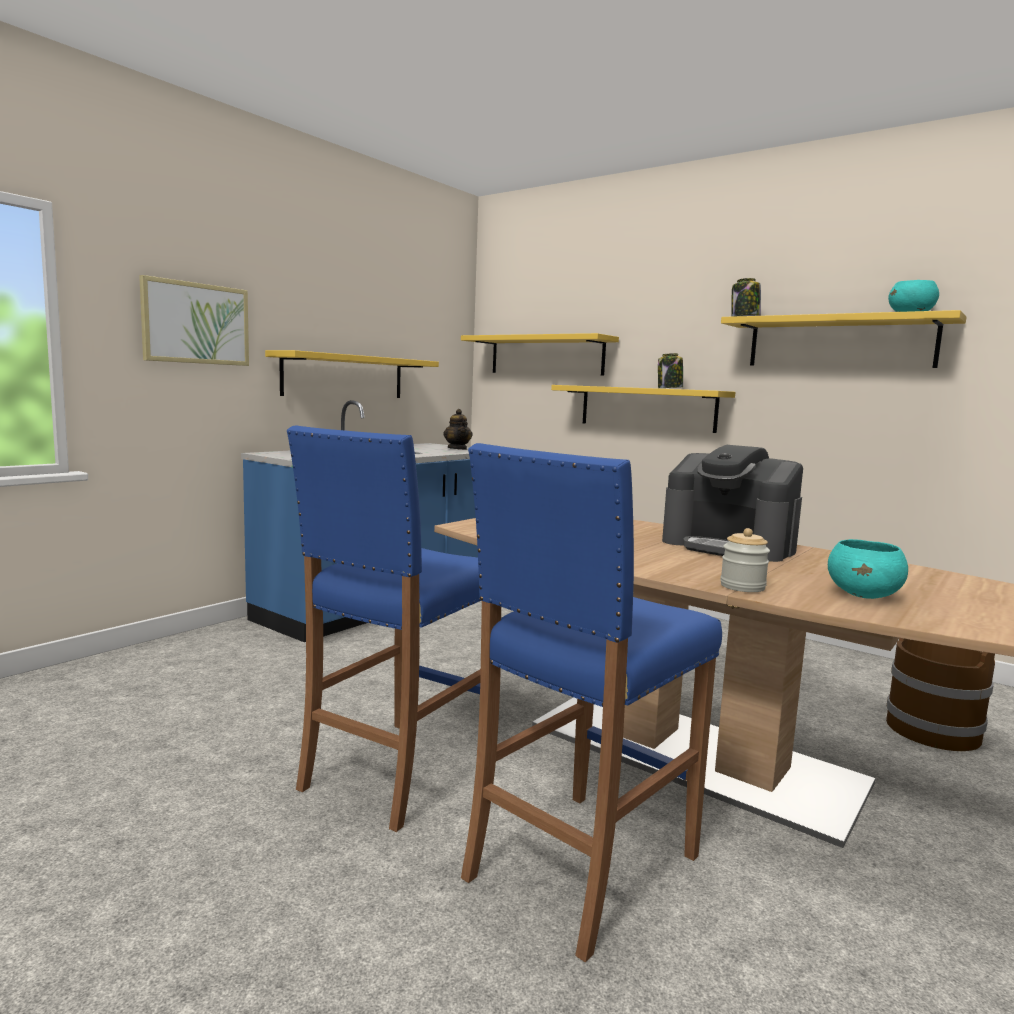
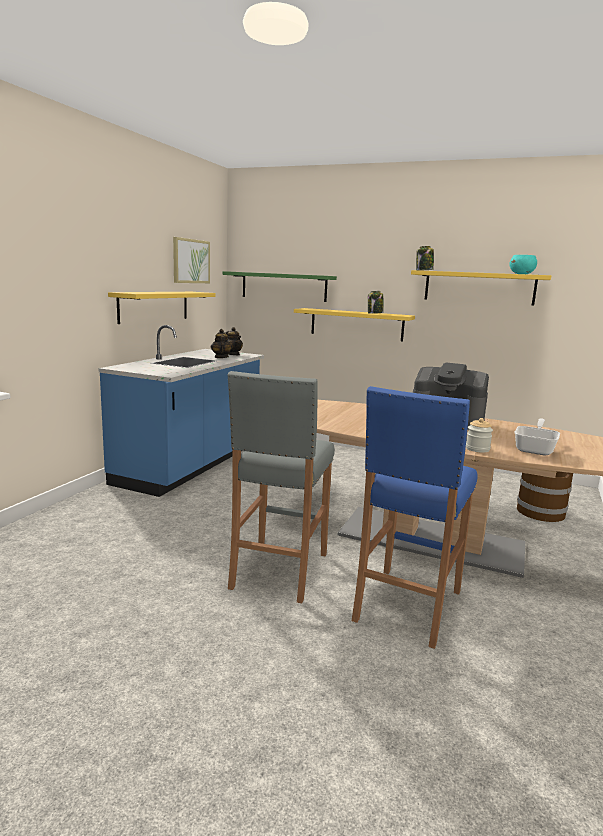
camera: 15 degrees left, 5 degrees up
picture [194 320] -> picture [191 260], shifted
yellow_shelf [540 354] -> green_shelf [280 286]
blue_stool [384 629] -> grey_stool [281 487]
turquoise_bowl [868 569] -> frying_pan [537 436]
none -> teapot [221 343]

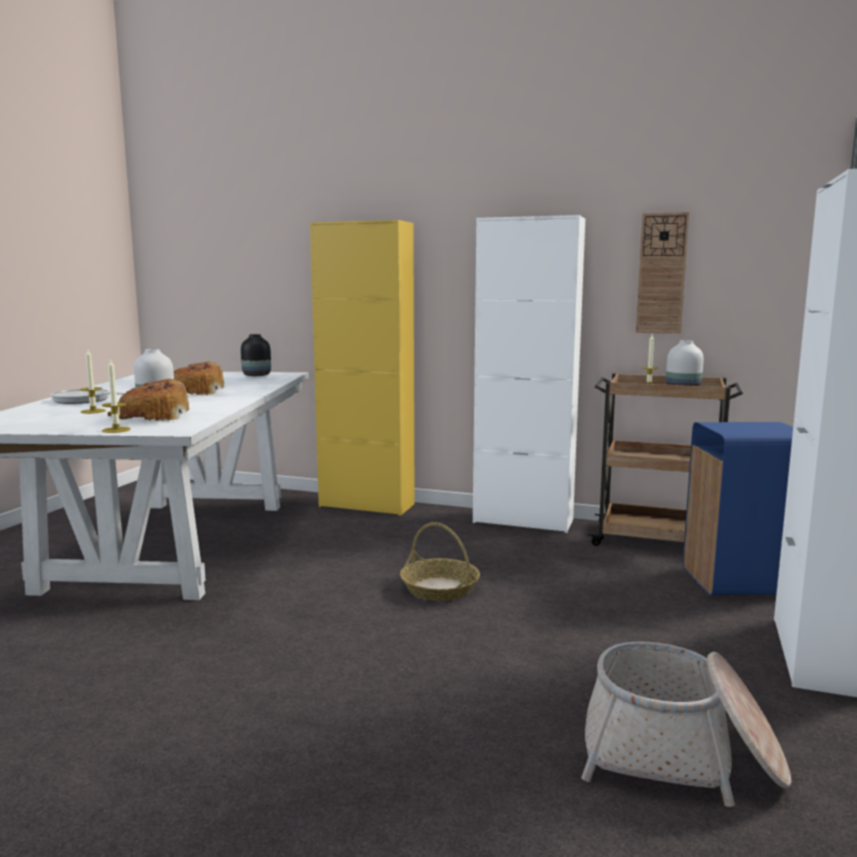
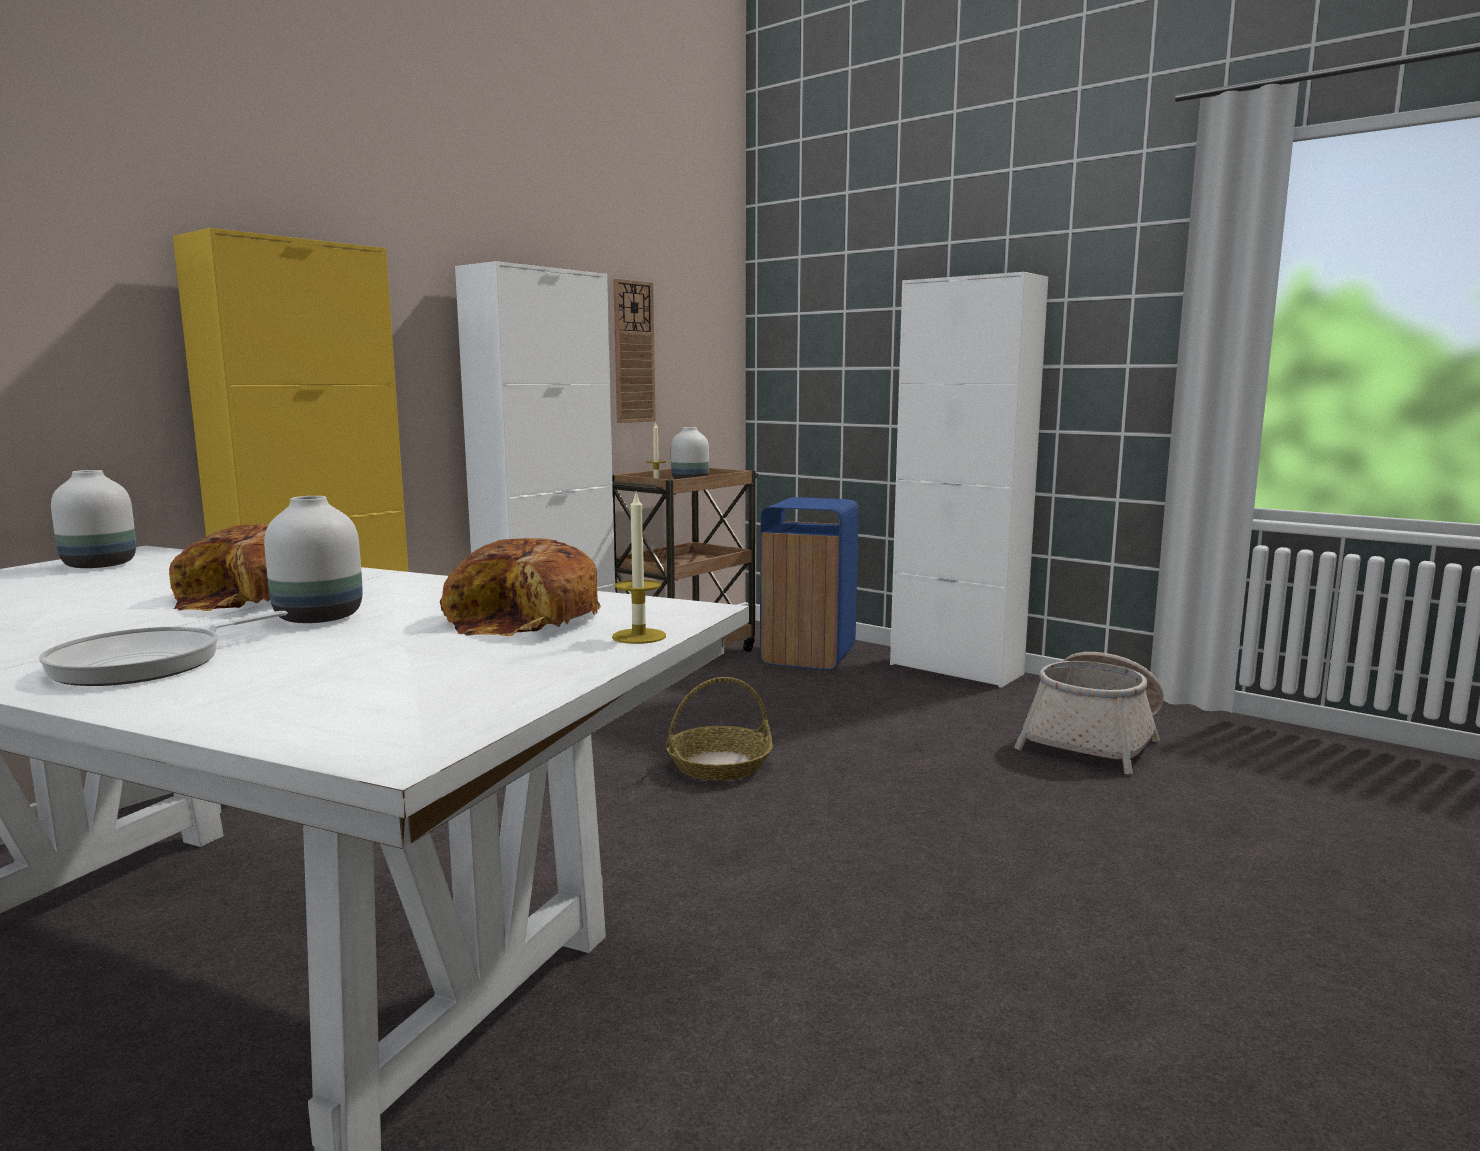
camera: 70 degrees left, 0 degrees up
black_vase [256 355] -> white_vase [93 519]
candle [93 382] -> none

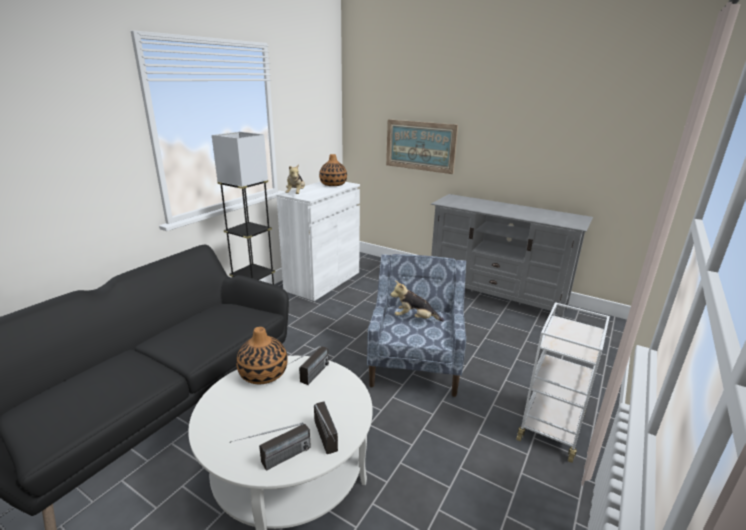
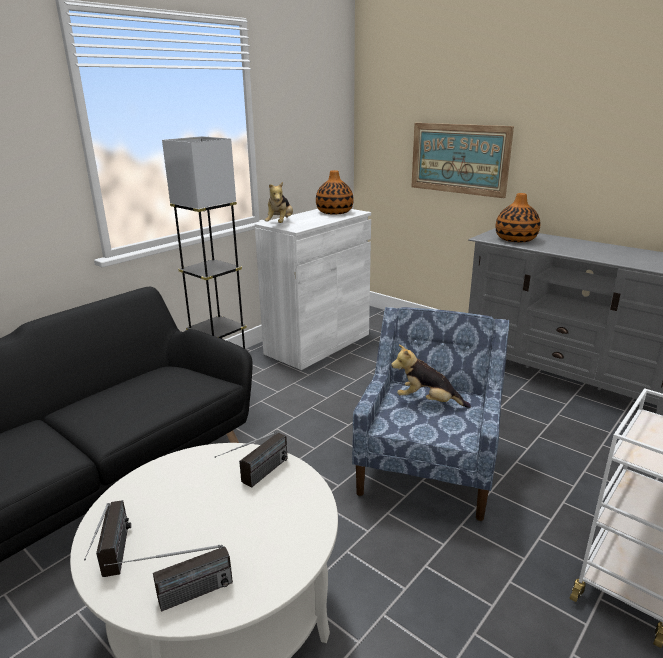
camera: 10 degrees right, 0 degrees up
vase [262 355] -> vase [518 217], shifted
radio [326 427] -> radio [107 538], shifted

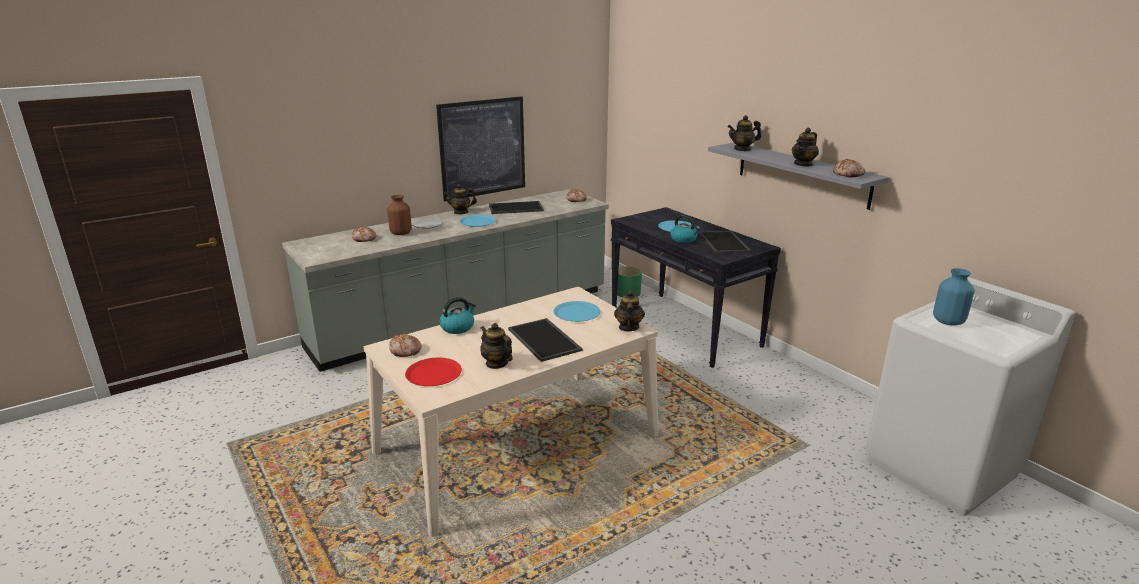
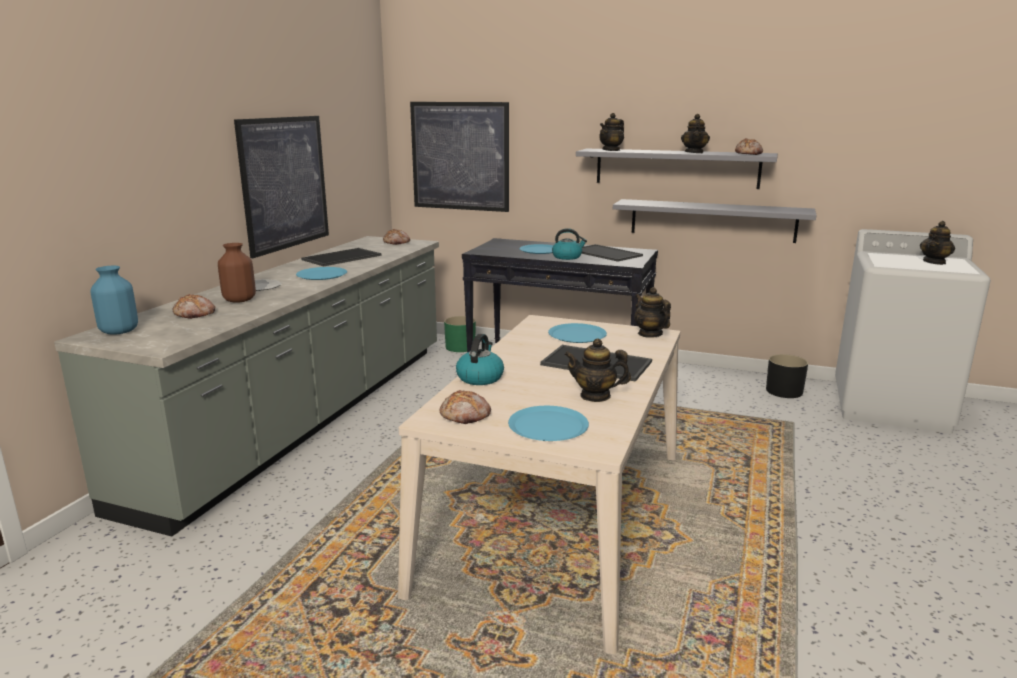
camera: 35 degrees left, 5 degrees down
teapot [460 199] -> teapot [937 243], shifted
blue_vase [954 297] -> blue_vase [114 300], shifted
red_plate [433 372] -> blue_plate [548 423]
none -> picture [459 157]
none -> grey_shelf [715 221]
none -> black_planter [787 376]

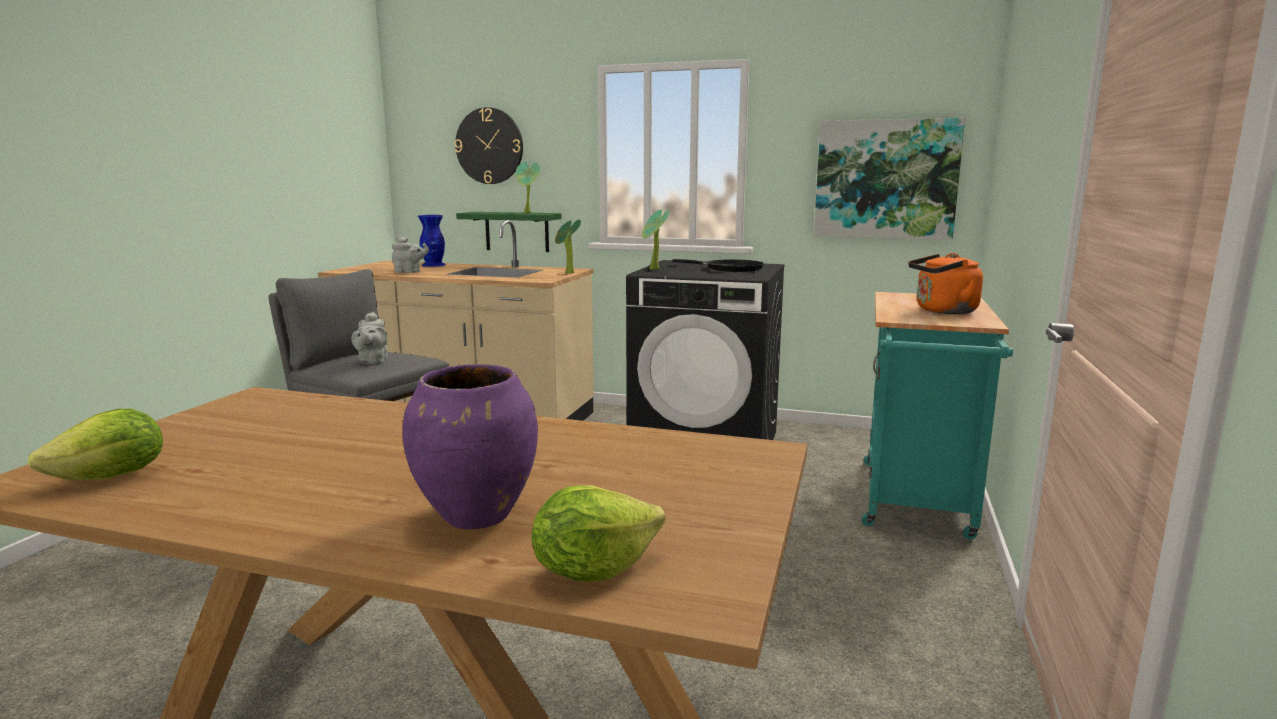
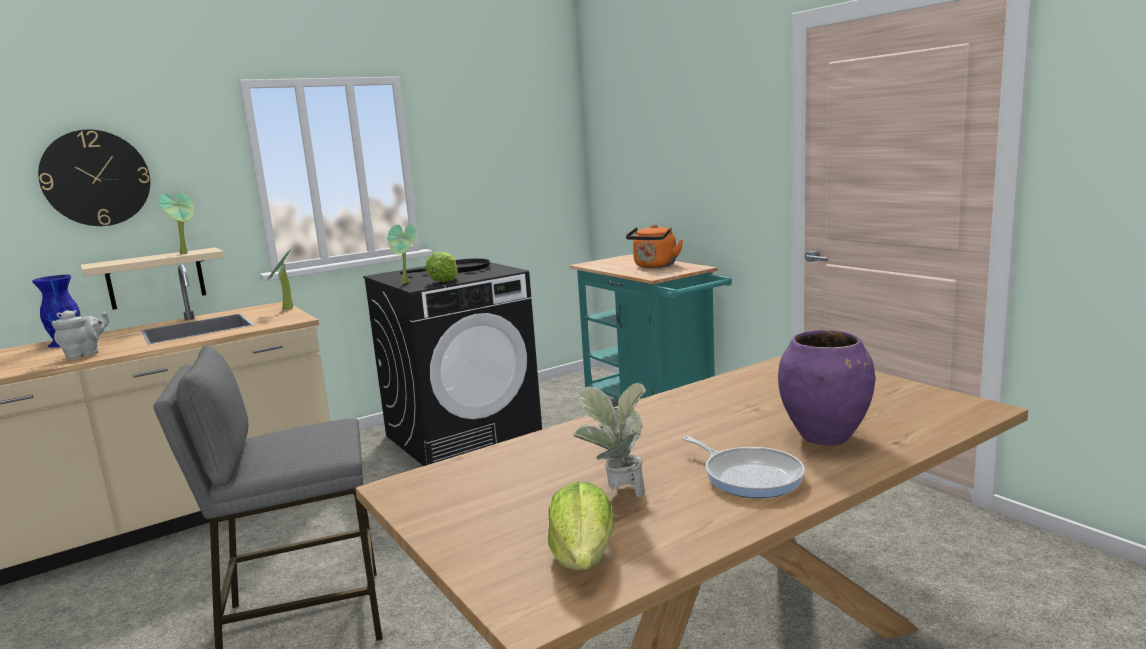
camera: 50 degrees left, 0 degrees up
picture [889 179] -> none
green_shelf [509 232] -> beige_shelf [152 279]
grey_teapot [370 338] -> none
lettuce [598 533] -> lettuce [441 267], shifted
none -> potted_plant [609 440]
none -> frying_pan [743 467]

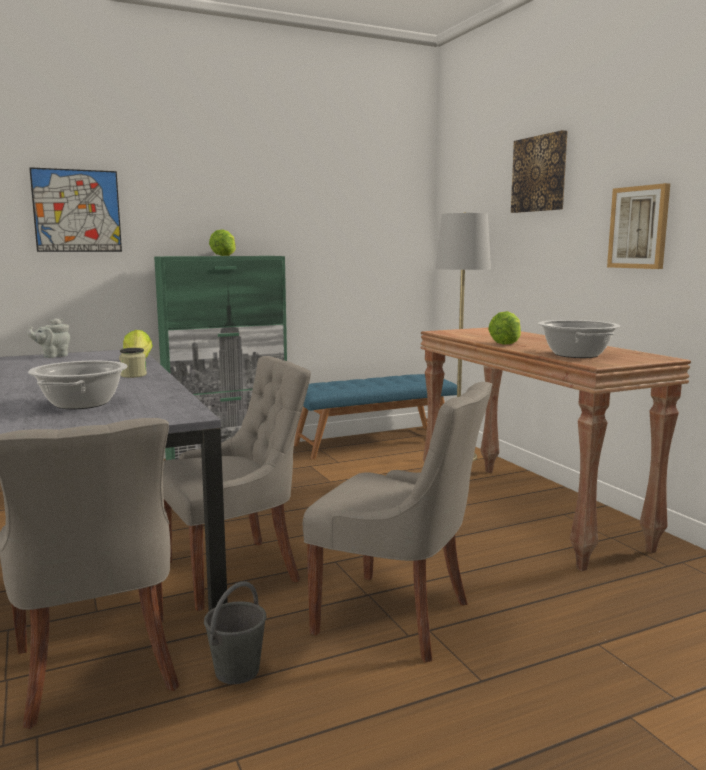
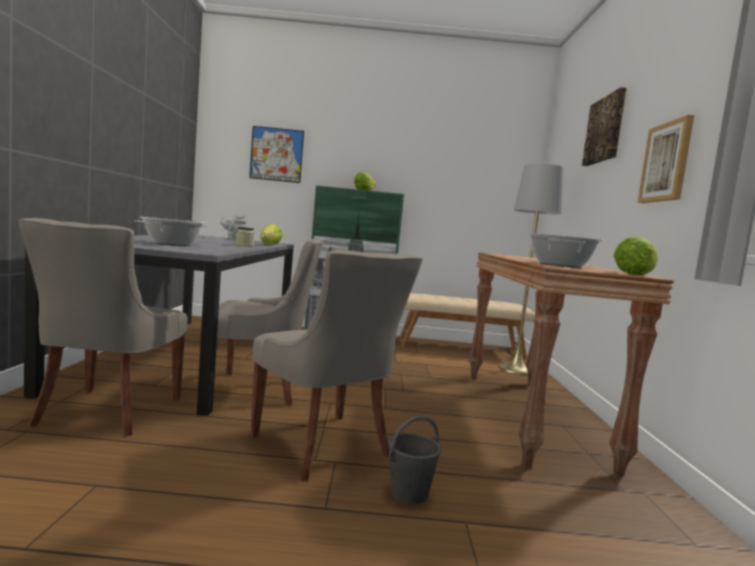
camera: 25 degrees right, 5 degrees down
lettuce [504 328] -> lettuce [636 256], shifted
blue_bench [375 416] -> beige_bench [467 326]
grey_bucket [235 632] -> grey_bucket [414 459], shifted

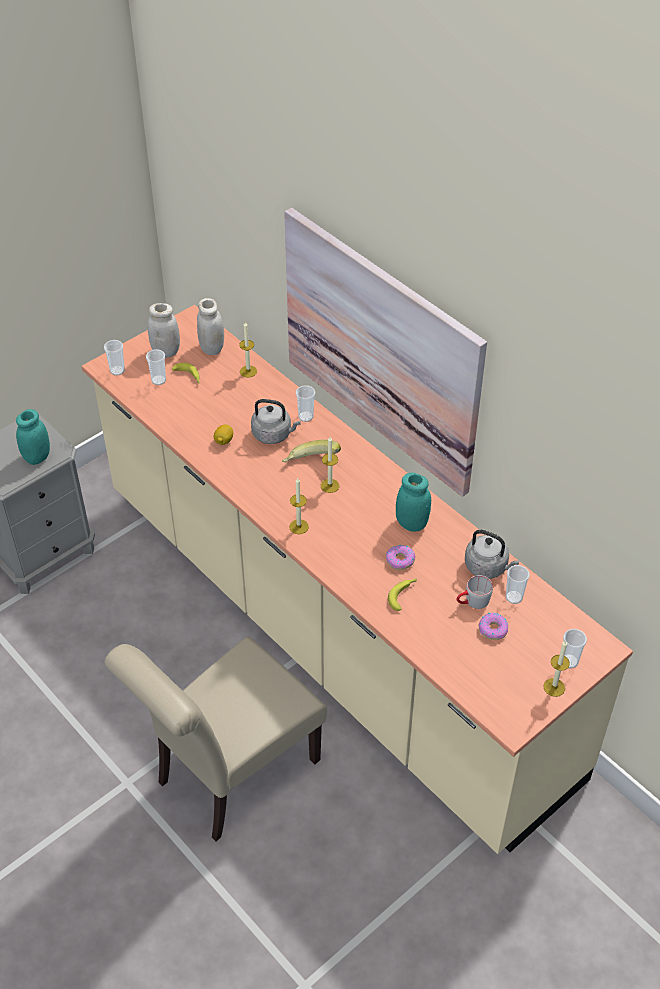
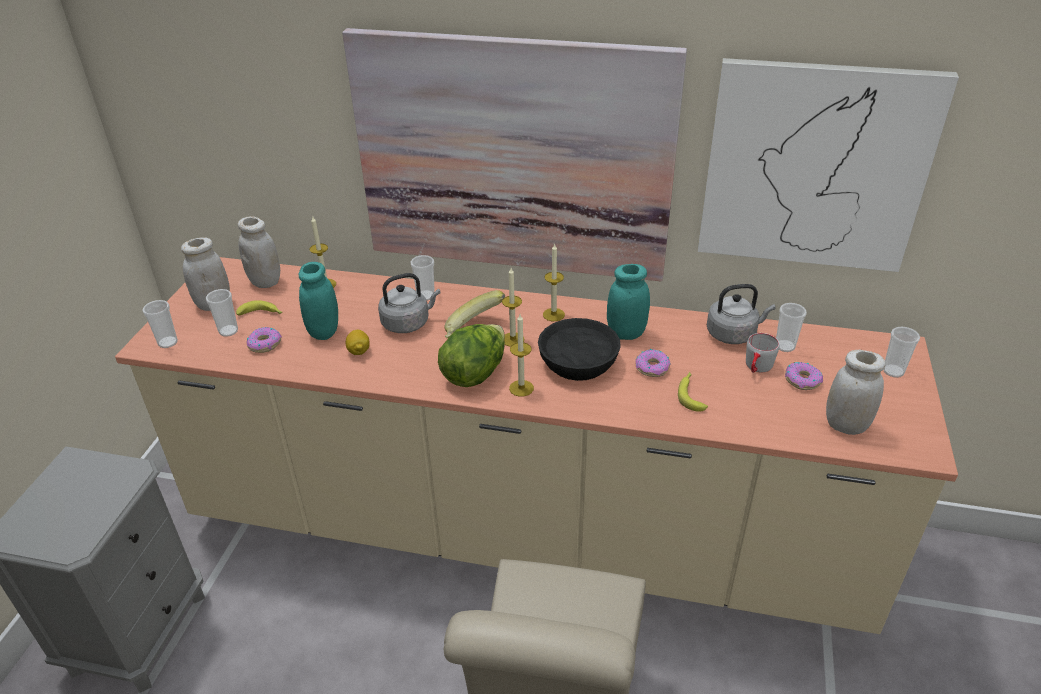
camera: 35 degrees left, 10 degrees down
turquoise_jar [33 437] -> turquoise_jar [318 301], shifted
candle [557 668] -> candle [554 282], shifted
none -> picture [828 165]
none -> black_bowl [579 349]
none -> lettuce [471 355]
none -> donut [264 340]
none -> white_jar [856 392]

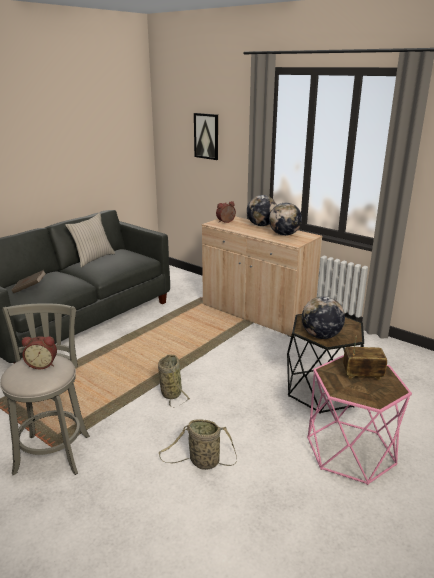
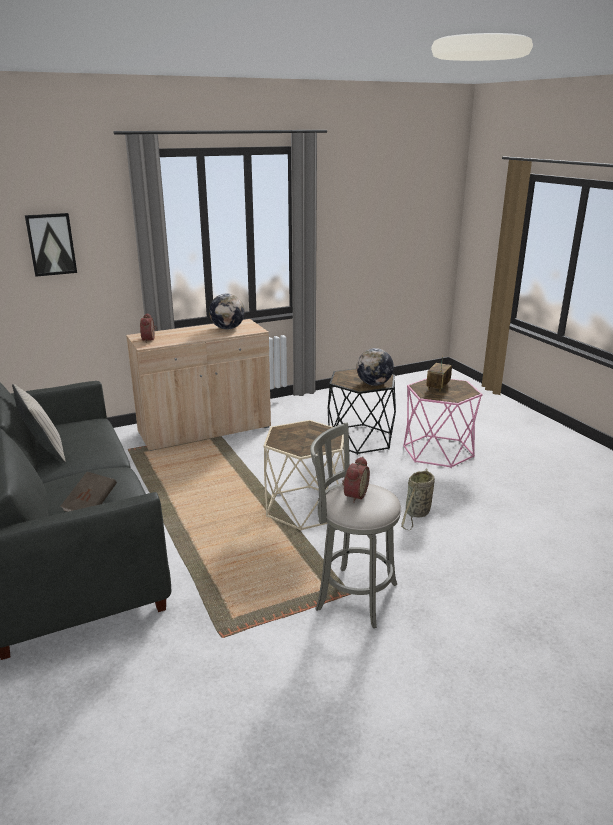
camera: 65 degrees left, 0 degrees up
globe [262 210] -> none
basket [174 381] -> beige_side_table [303 475]

